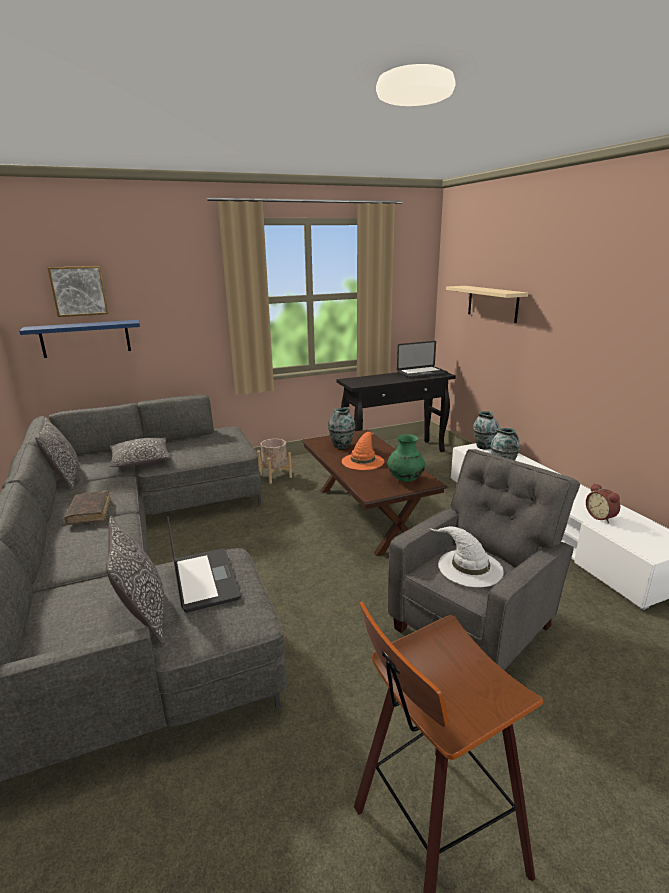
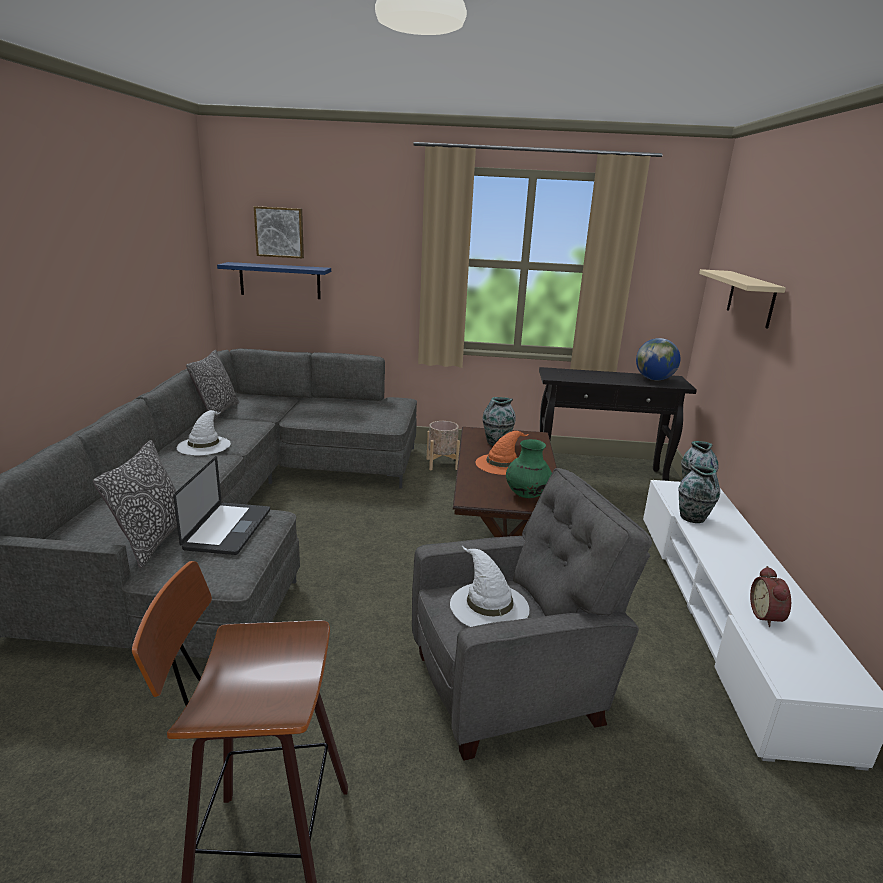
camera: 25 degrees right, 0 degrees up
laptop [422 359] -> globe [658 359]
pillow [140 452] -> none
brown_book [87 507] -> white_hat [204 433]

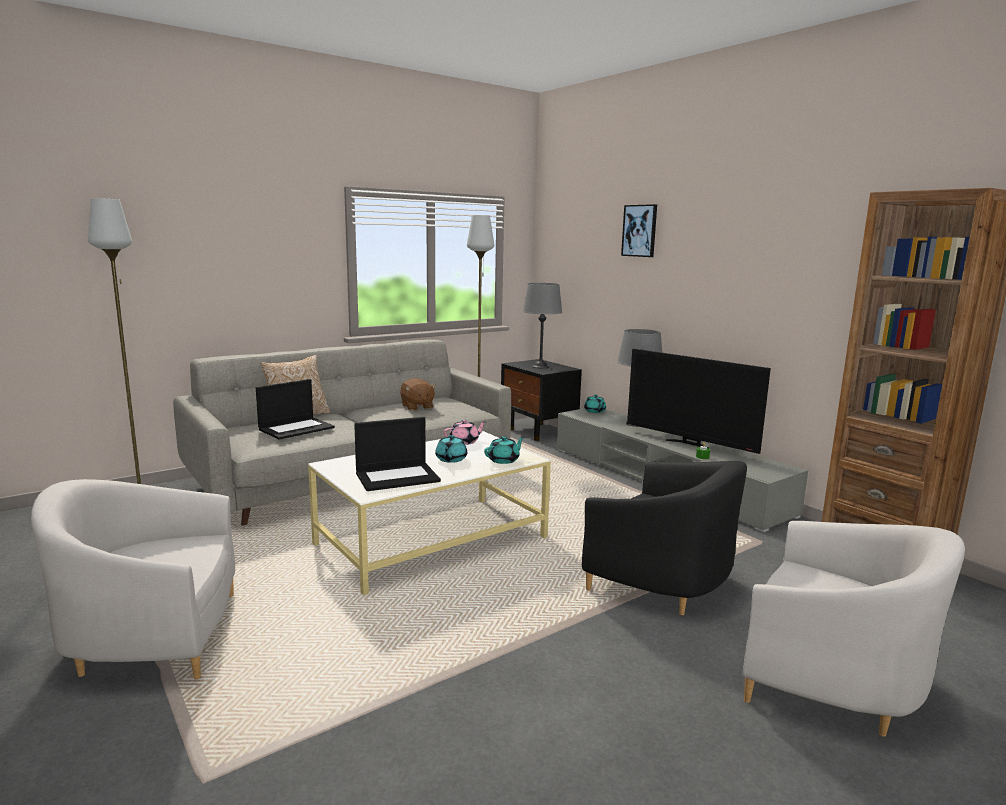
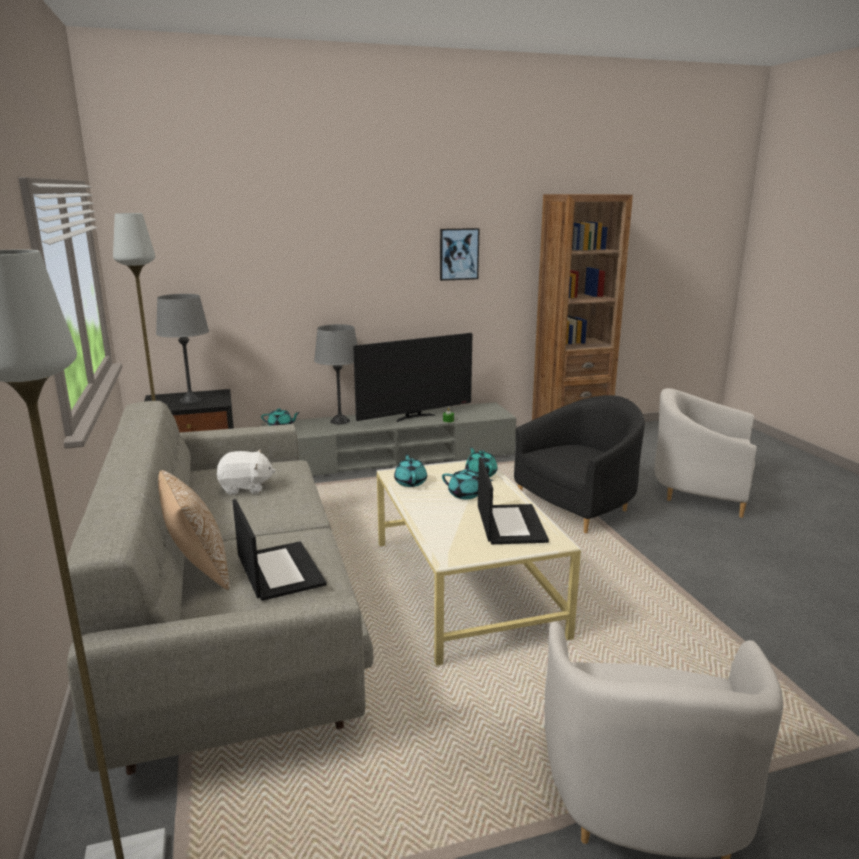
camera: 70 degrees left, 5 degrees up
picture [639 230] -> picture [460 254], shifted
brown_plush_toy [418 394] -> white_plush_toy [246 472]
pink_teapot [465 432] -> turquoise_teapot [410 470]
white_armchair [854 628] -> white_armchair [705 453], 120 degrees counterclockwise

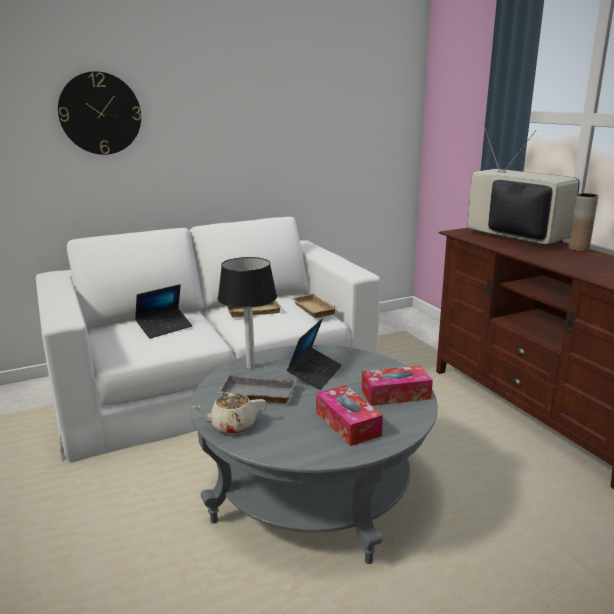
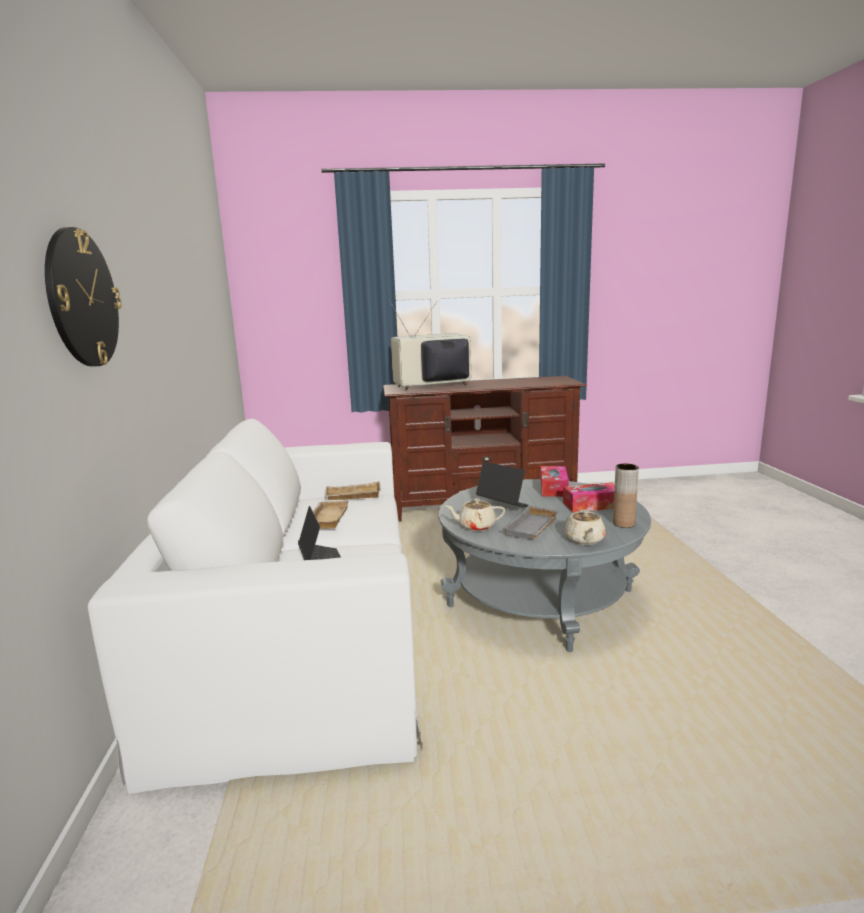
camera: 70 degrees left, 5 degrees down
brown_vase [583 222] -> brown_vase [626 496], shifted
table_lamp [247 313] -> beige_teapot [475 514]

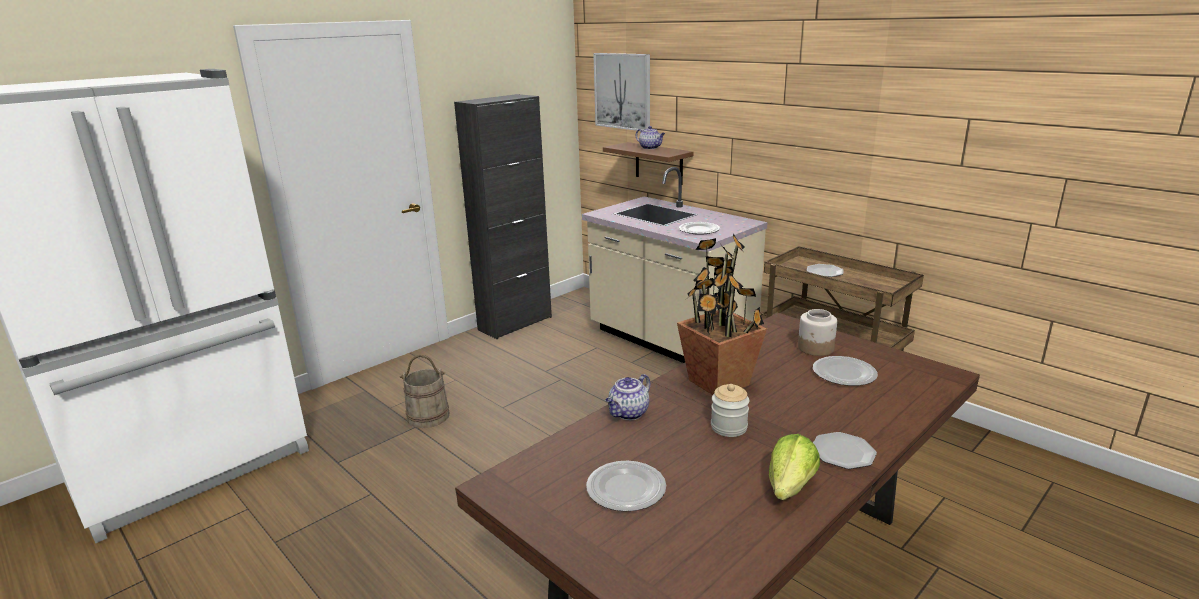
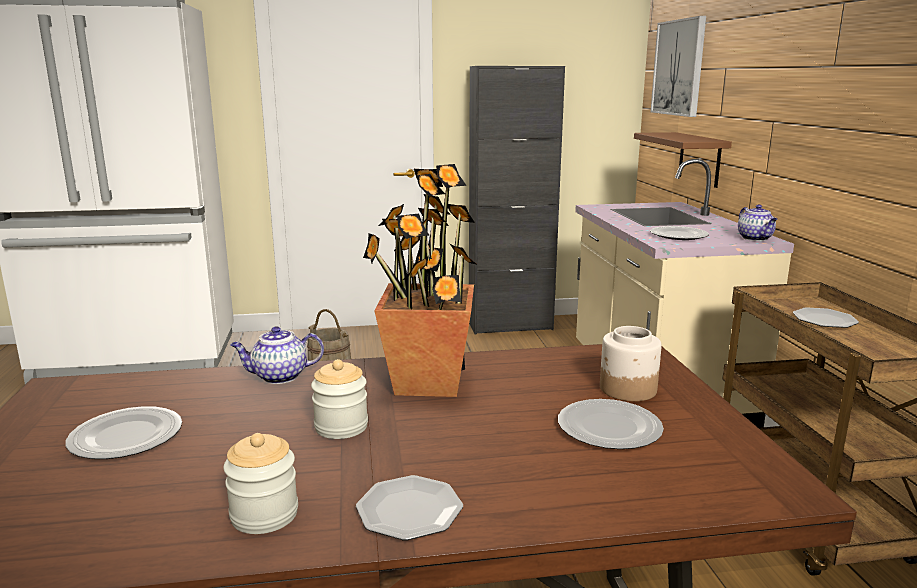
camera: 35 degrees right, 5 degrees down
teapot [650 137] -> teapot [758 223], shifted
lettuce [794 467] -> jar [260 483]

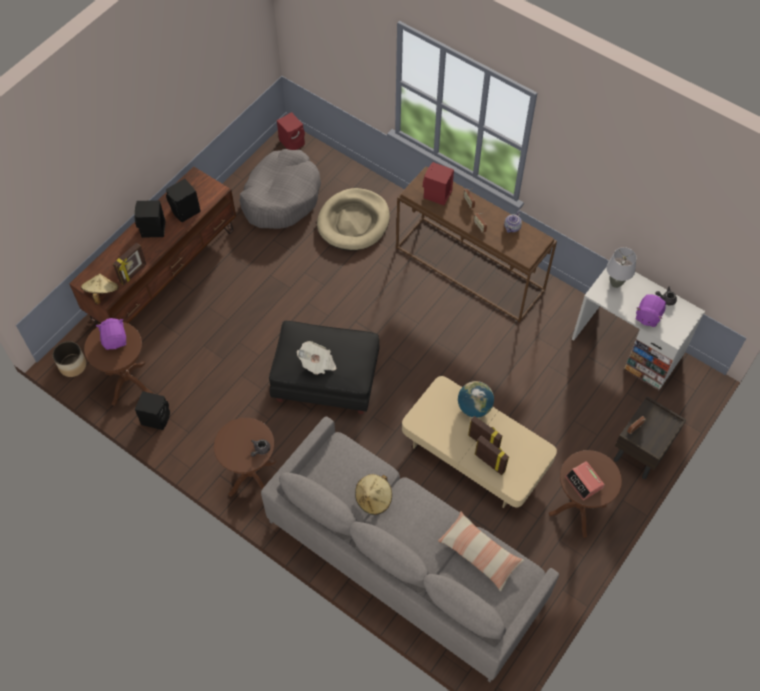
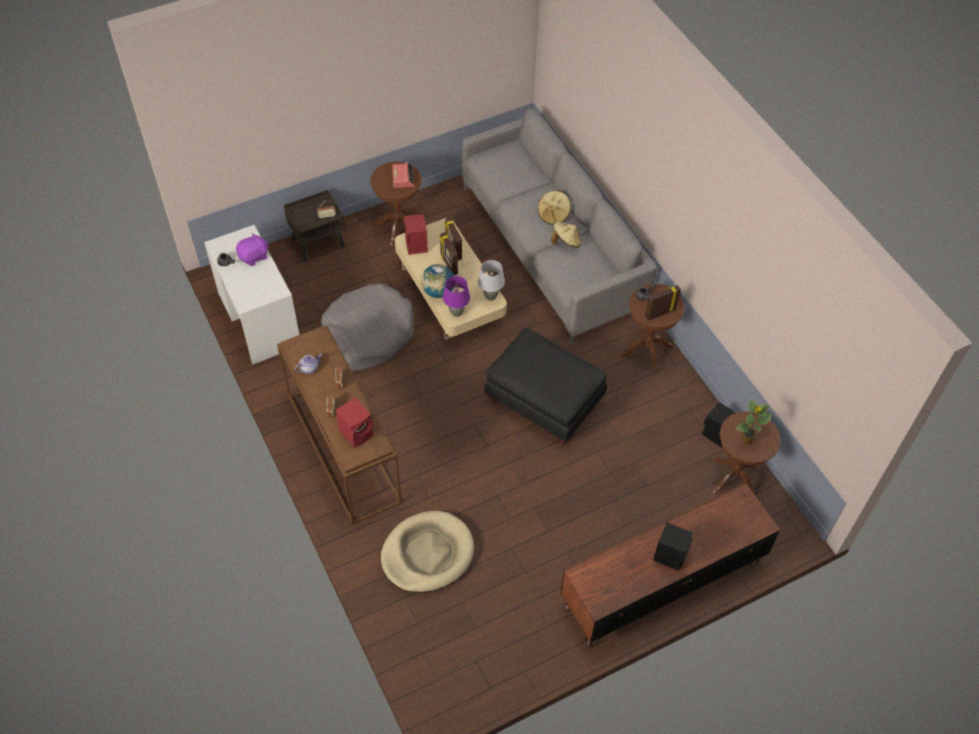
camera: 155 degrees left, 5 degrees down
red_speaker [291 131] -> red_speaker [416 234], shifted
grey_dog_bed [280 189] -> grey_dog_bed [367 327], shifted
black_speaker [183 200] -> none
picture_frame [129 264] -> picture_frame [663 303], shifted
grey_table_lamp [622 267] -> grey_table_lamp [491 280], shifted
beige_hat [100 288] -> beige_hat [554 207], shifted
purple_plush_toy [111 334] -> potted_plant [753 422]
planter [69 359] -> none
newspaper [316 358] -> none
pillow [481 551] -> none
none -> purple_table_lamp [456 296]

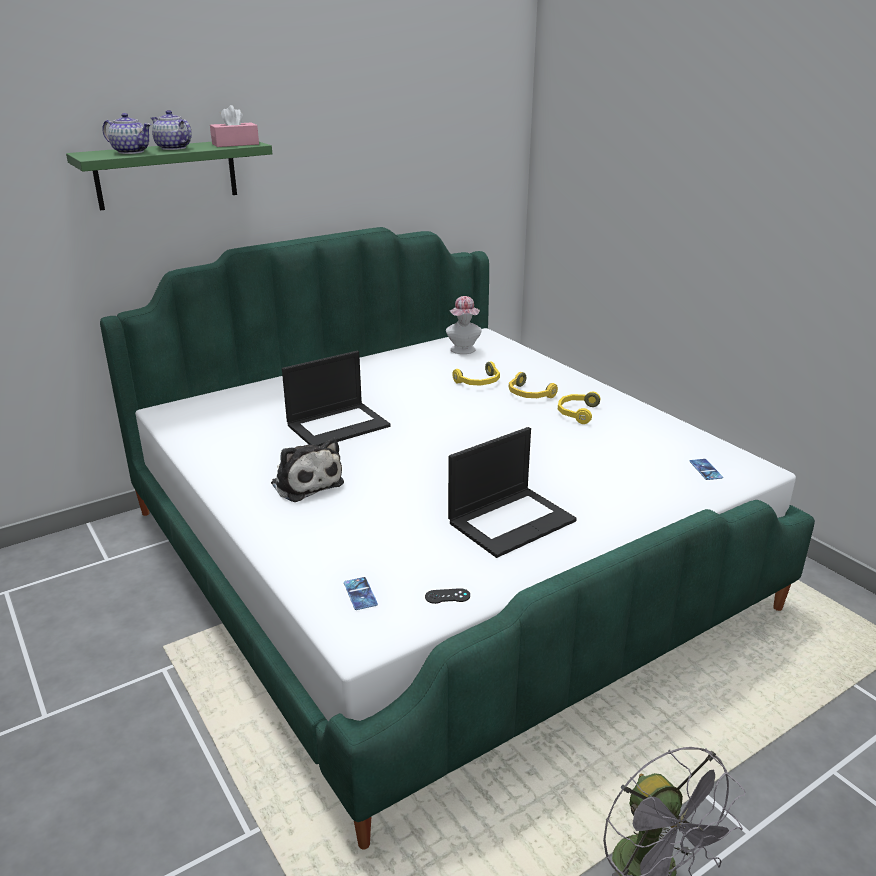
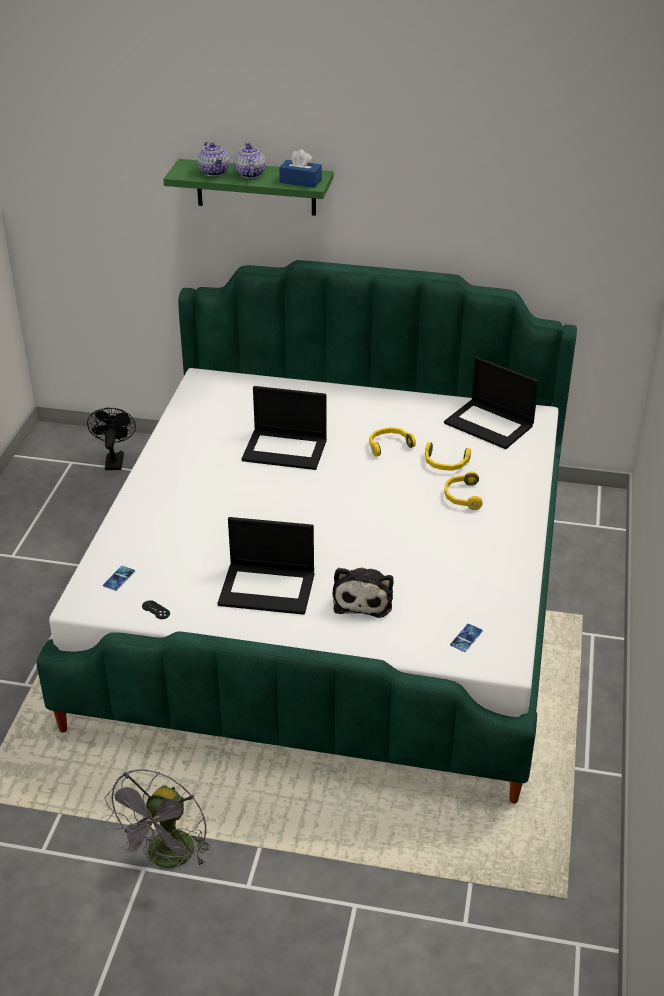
camera: 45 degrees right, 10 degrees up
pink_tissue_box [234 126] -> blue_tissue_box [300 168]
hat [464 325] -> laptop [491 403]
yellow_headphones [579 408] -> yellow_headphones [392 442], shifted
plush_toy [307 470] -> plush_toy [362 592], shifted
none -> black_fan [111 439]

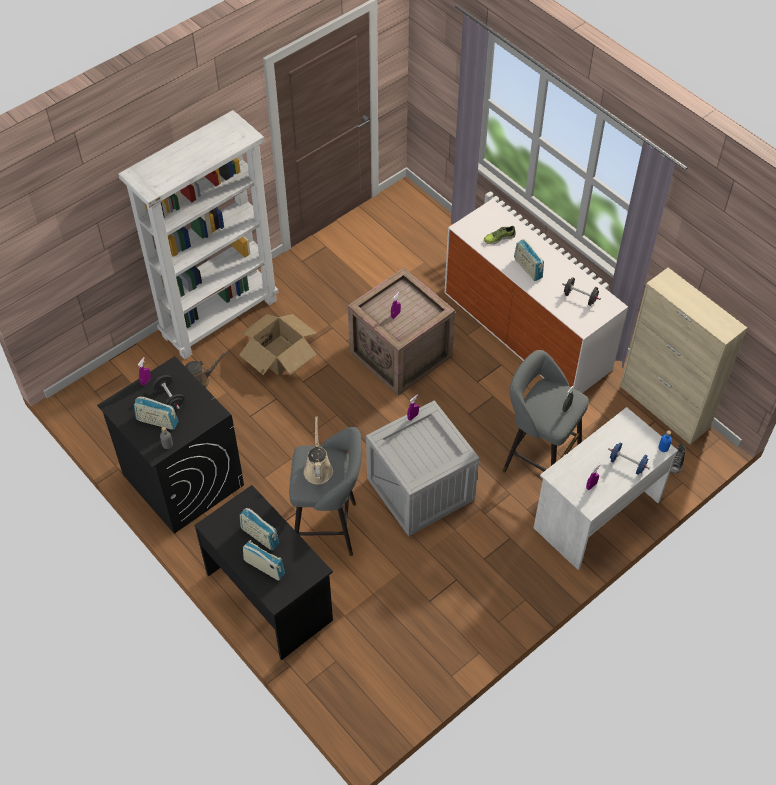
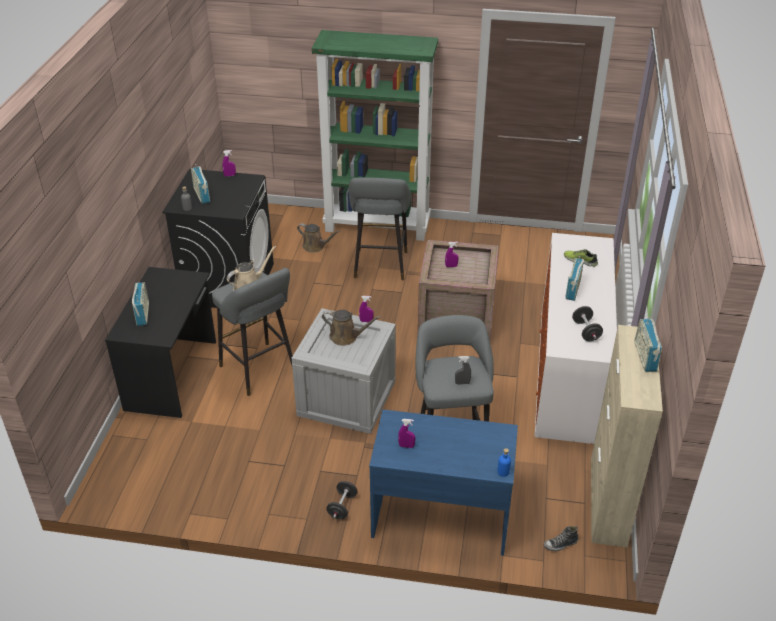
camera: 50 degrees right, 15 degrees down
white_bookcase [198 234] -> green_bookcase [375 135]
cardboard_box [278 345] -> grey_stool [379 229]
black_dumbbell [169 392] -> black_dumbbell [342 500], shifted
white_desk [606 488] -> blue_desk [443 482]
blue_dumbbell [629 458] -> none
radio [259 529] -> radio [648 344], shifted
none -> brown_watering_can [351 328]

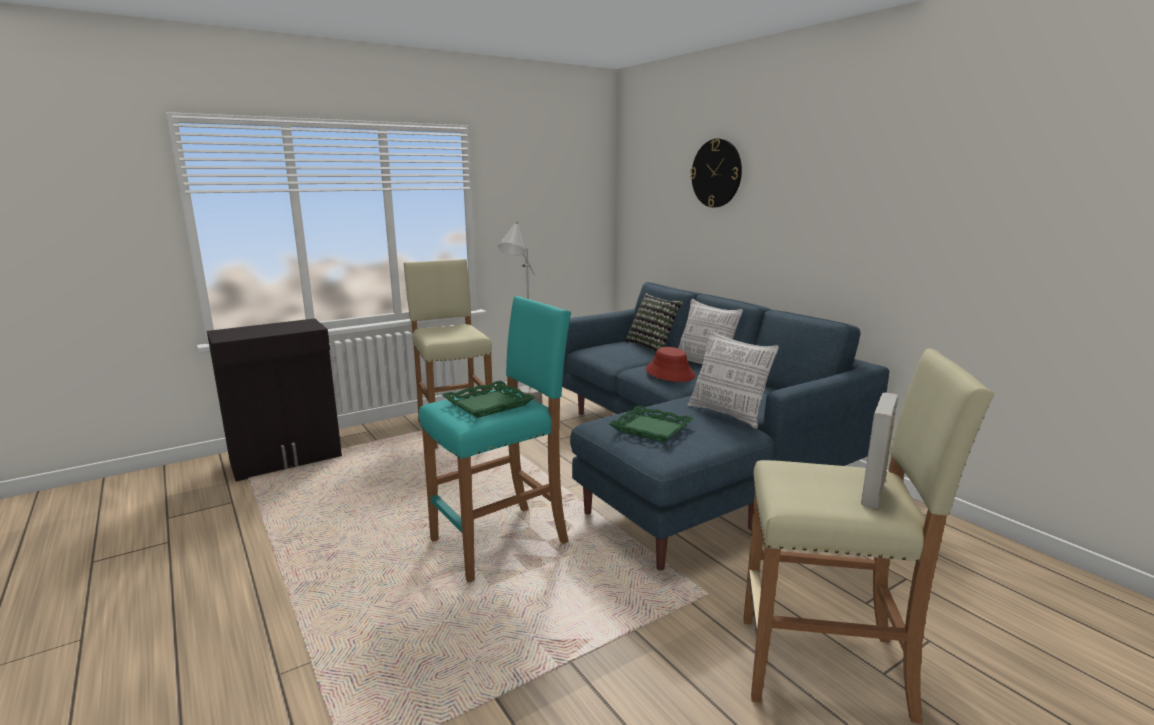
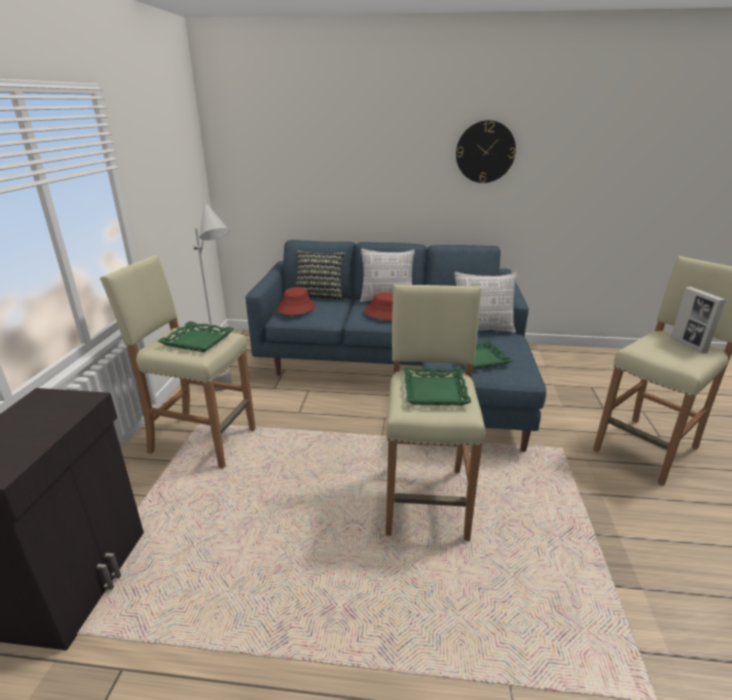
camera: 50 degrees left, 10 degrees up
wall_clock [716 172] -> wall_clock [486 151], shifted
turquoise_stool [495 439] -> beige_stool [435 412]
none -> red_hat [296 301]
none -> green_tray [196 336]

